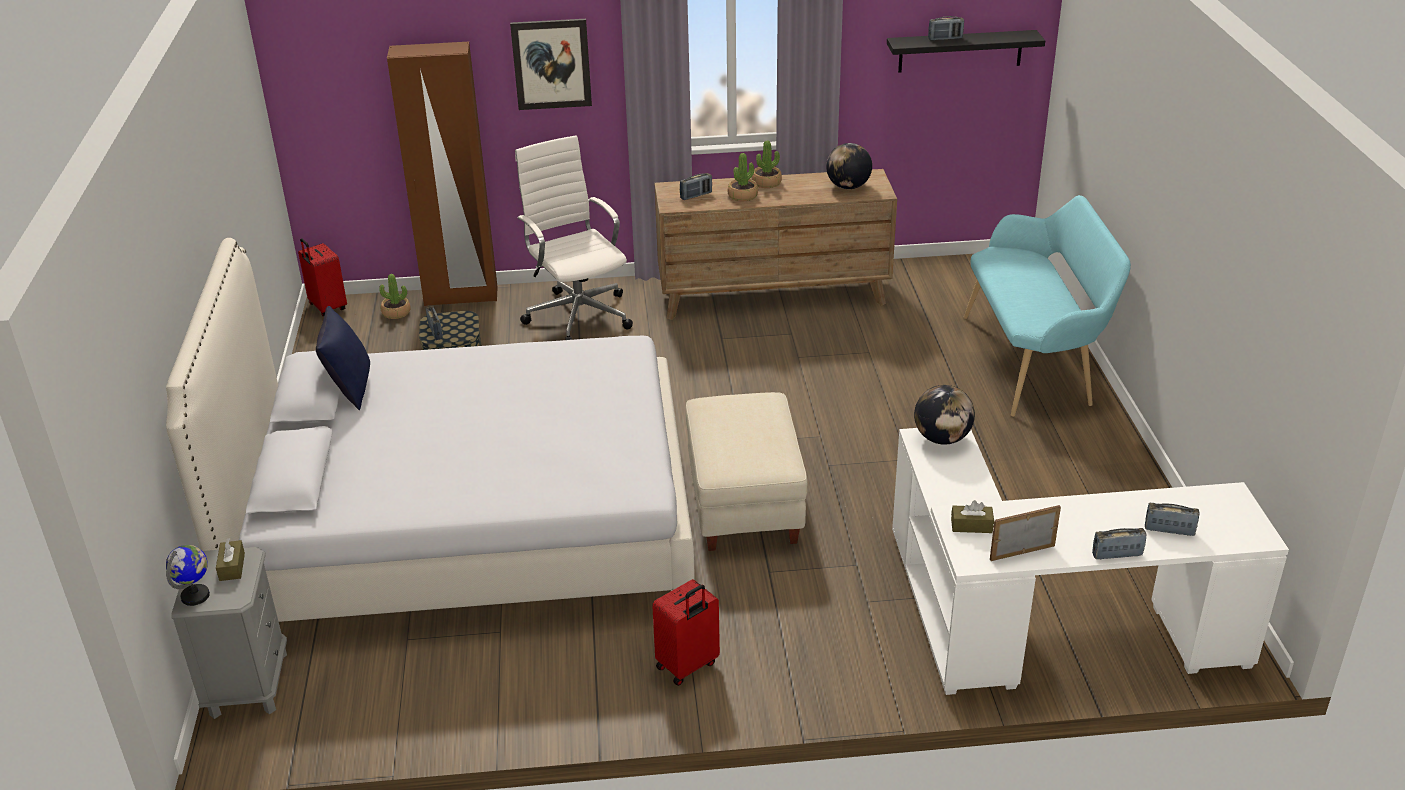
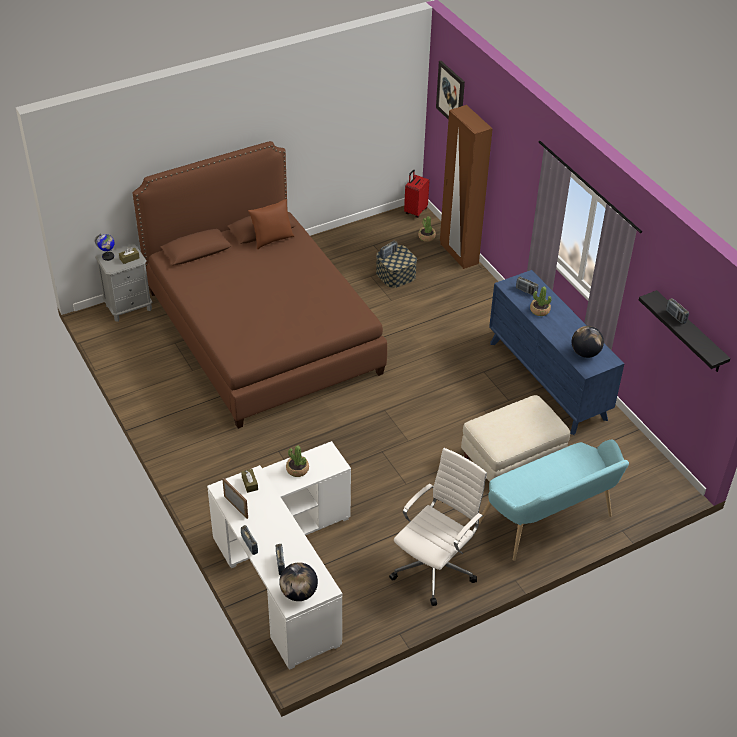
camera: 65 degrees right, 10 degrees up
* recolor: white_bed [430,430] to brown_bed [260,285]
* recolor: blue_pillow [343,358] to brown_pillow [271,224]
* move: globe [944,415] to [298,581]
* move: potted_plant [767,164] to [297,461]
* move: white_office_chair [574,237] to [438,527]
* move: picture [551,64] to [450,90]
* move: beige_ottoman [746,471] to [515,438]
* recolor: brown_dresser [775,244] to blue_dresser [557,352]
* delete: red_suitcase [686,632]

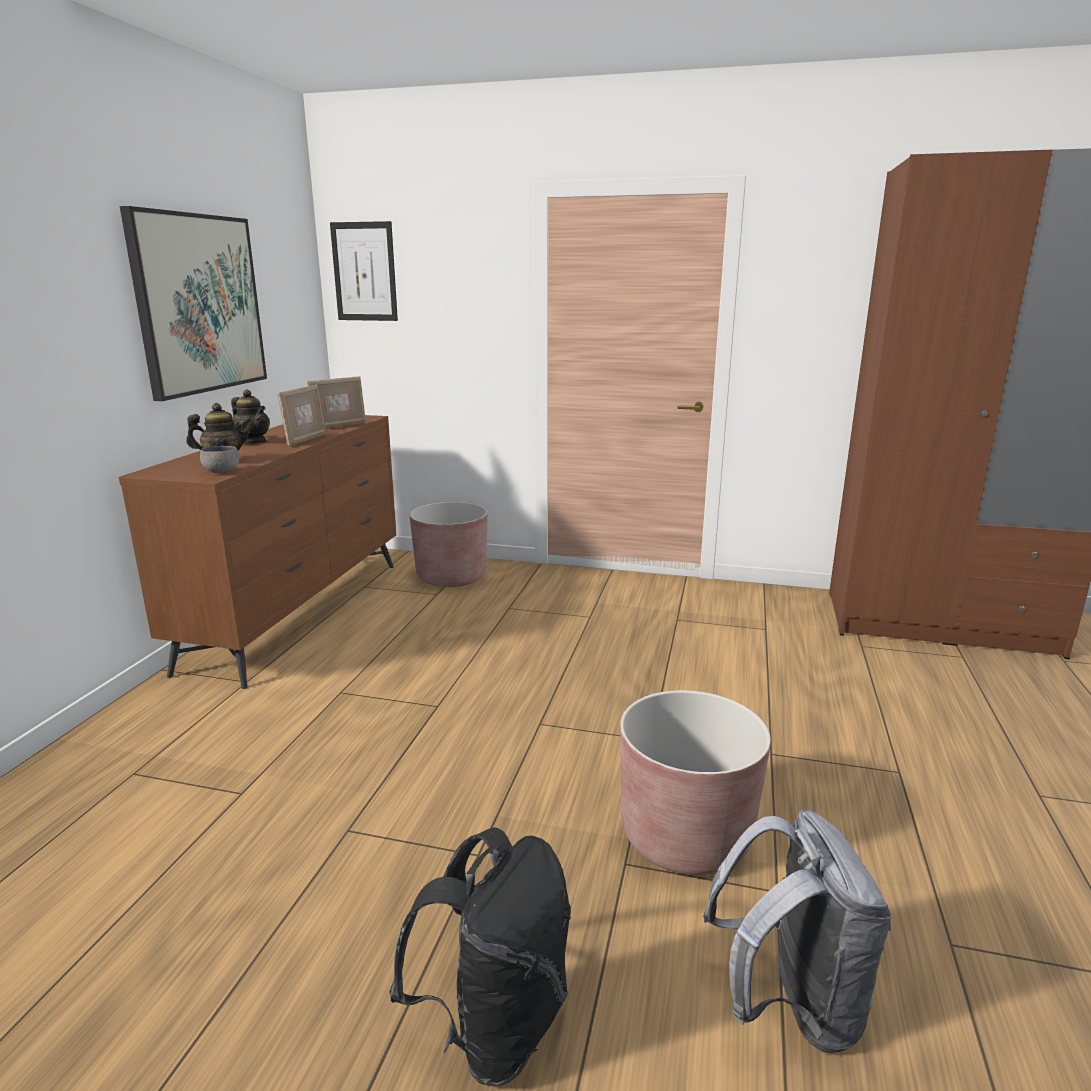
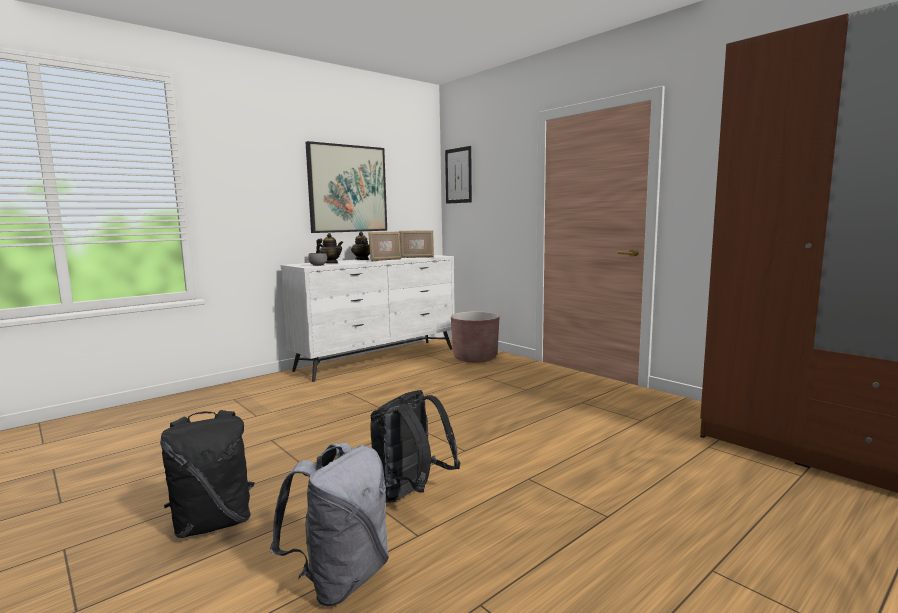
camera: 35 degrees right, 10 degrees down
* recolor: brown_dresser [257,552] to white_dresser [368,318]
* replace: brown_planter [695,782] to black_backpack [415,446]

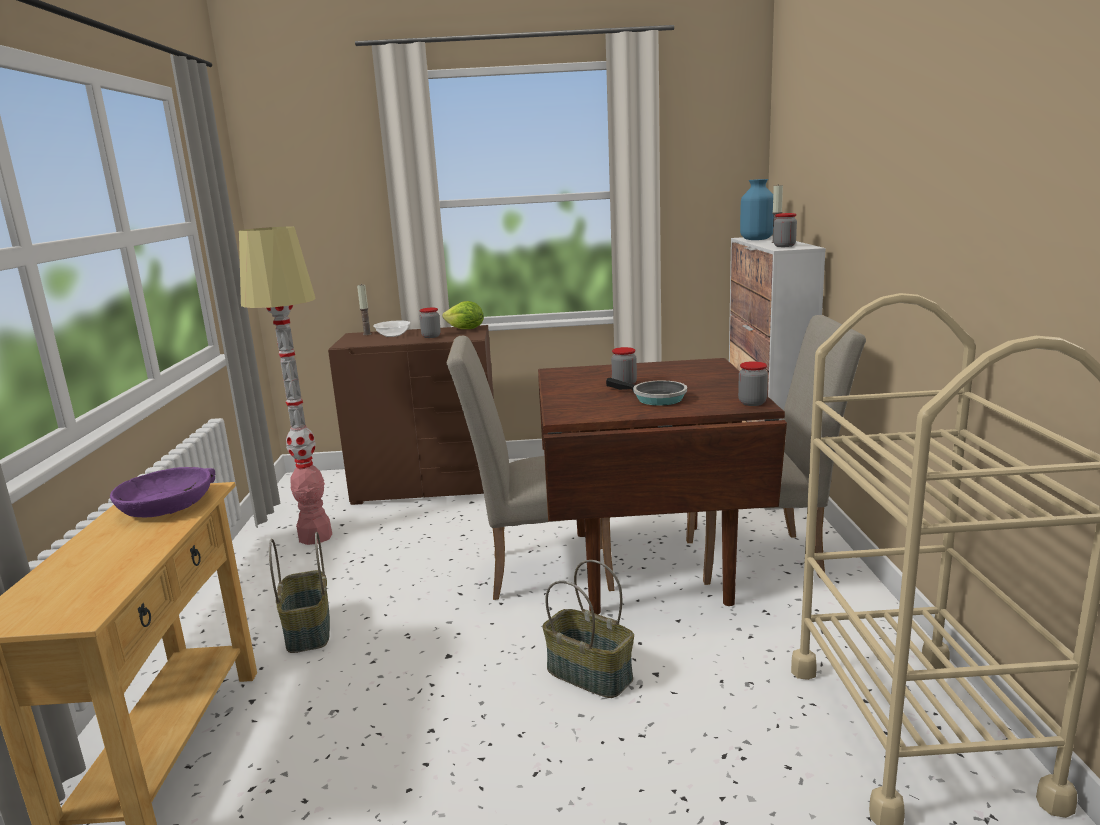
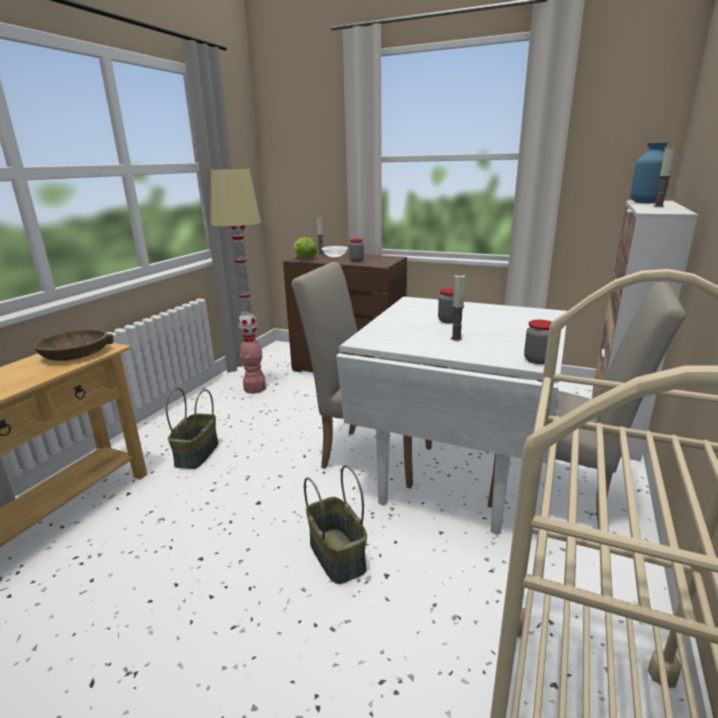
camera: 25 degrees right, 5 degrees up
* recolor: purple_bowl [162,492] to brown_bowl [73,345]
* move: lettuce [463,315] to [305,248]
* recolor: brown_dining_table [662,486] to white_dining_table [451,416]
* replace: frying_pan [646,392] to candle [458,308]
* delete: jar [785,230]

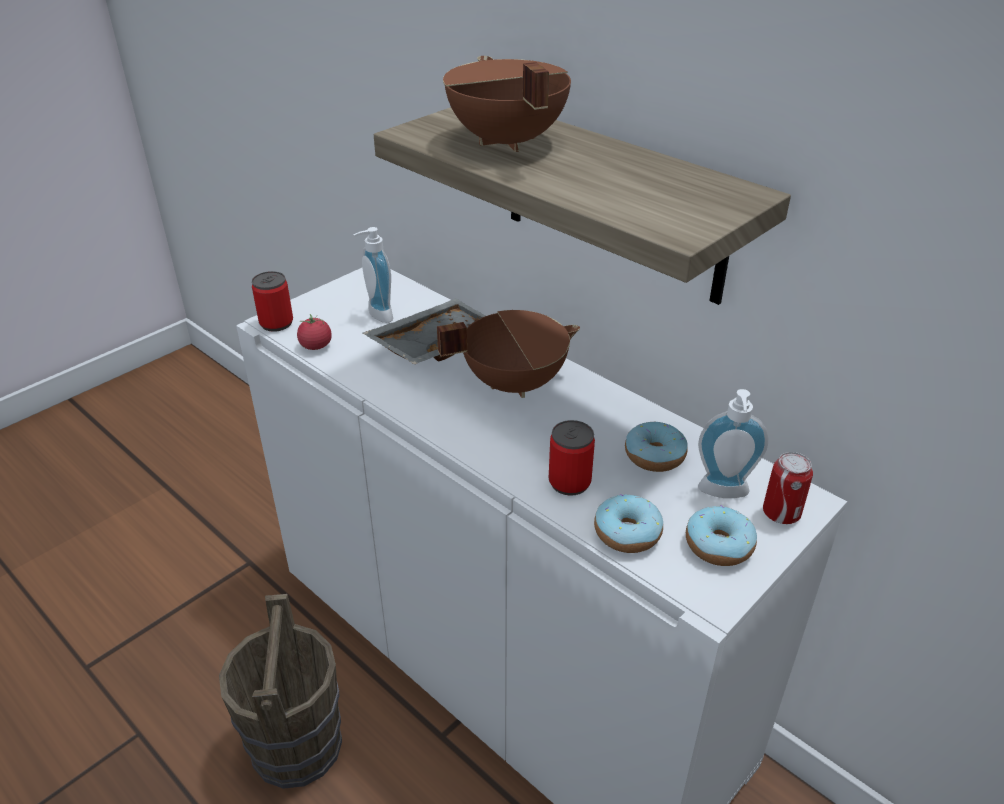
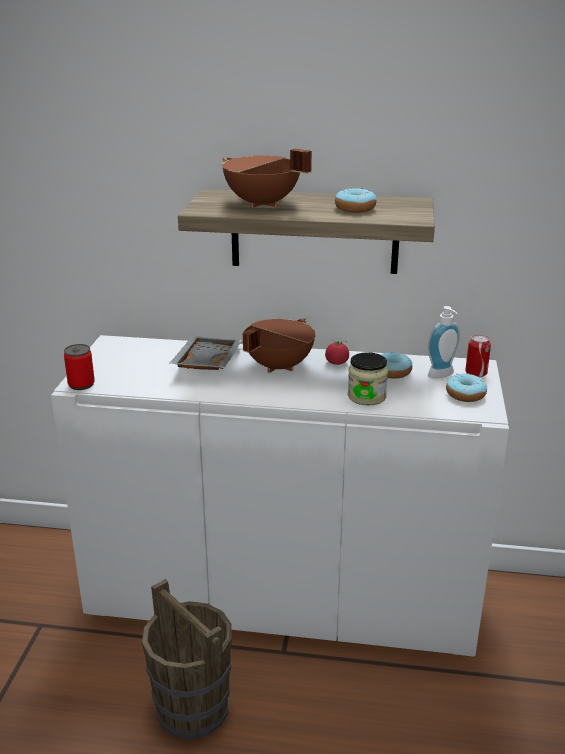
camera: 35 degrees left, 10 degrees down
* move: tomato [314,332] to [337,352]
* move: donut [628,523] to [356,200]
* replace: can [572,458] to jar [368,378]
* delete: soap_dispenser [373,275]

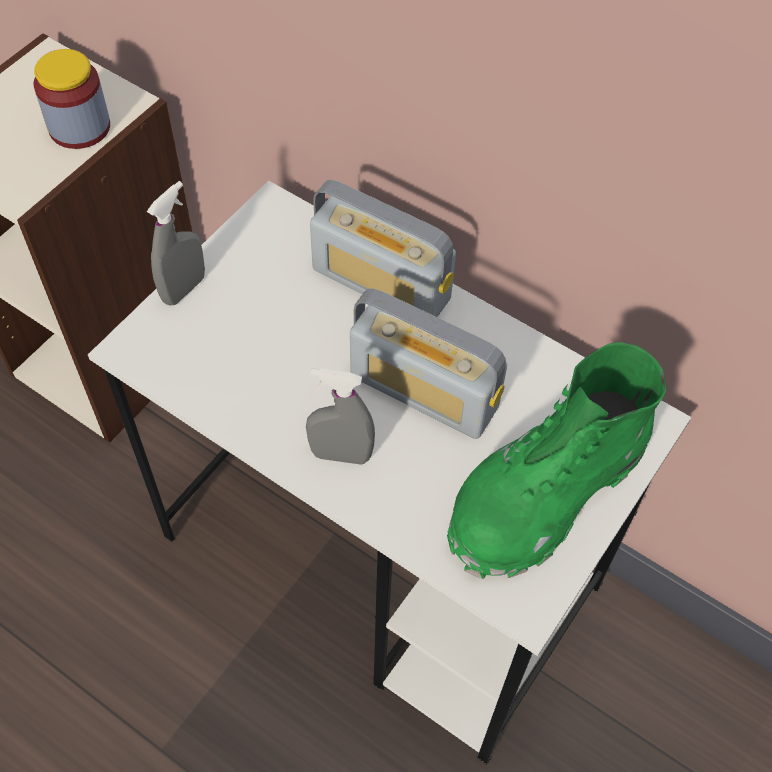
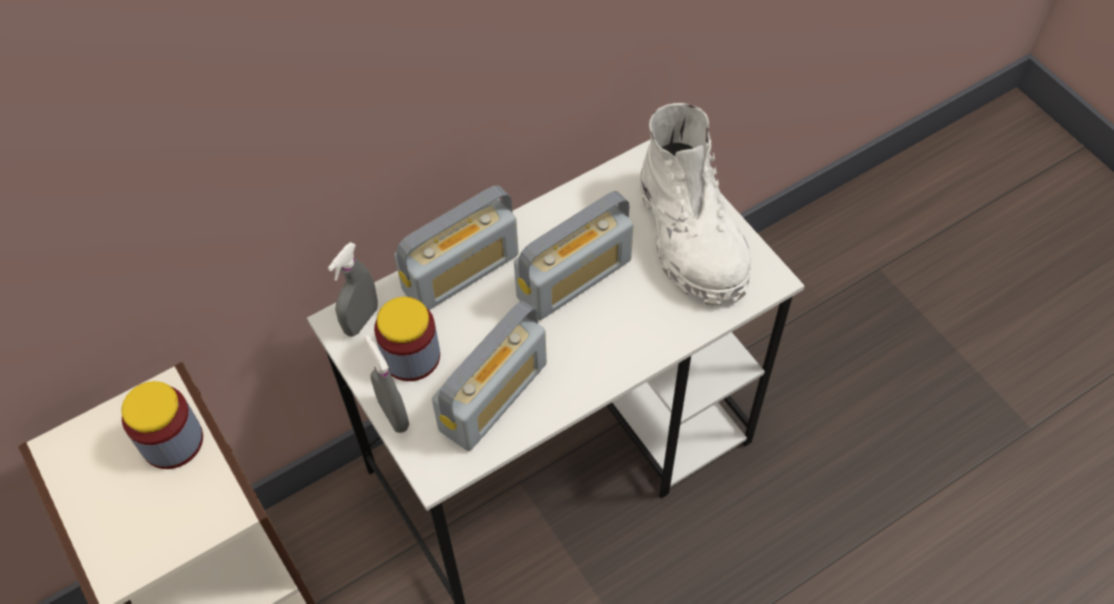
camera: 65 degrees left, 0 degrees up
* move: grey_spray_bottle [340,416] to [353,289]
* insert: jar [407,339]
* insert: radio [489,376]
* recolor: green_boot [557,461] to white_boot [695,204]

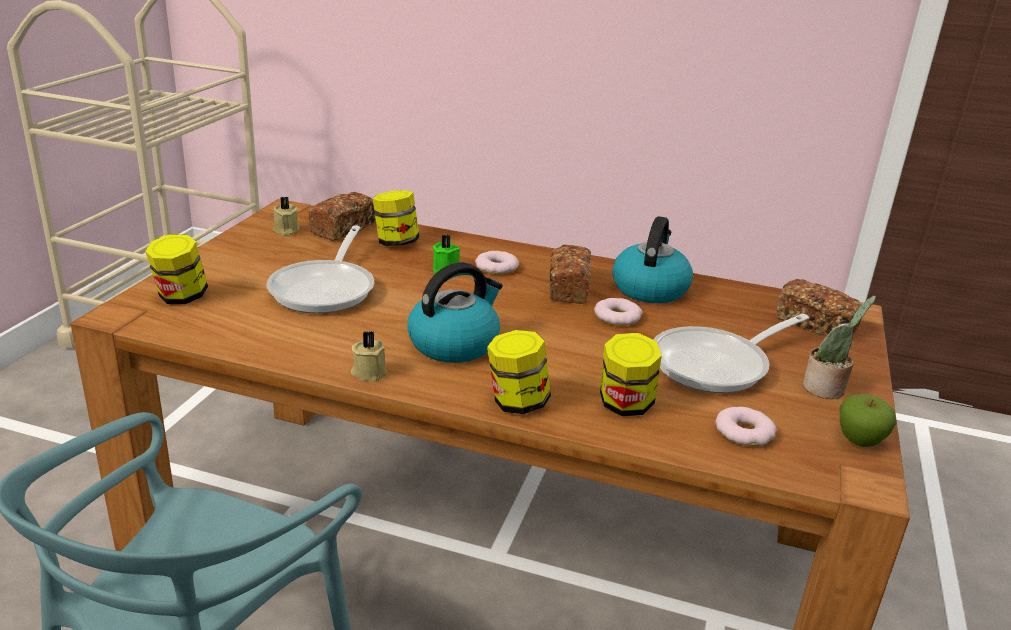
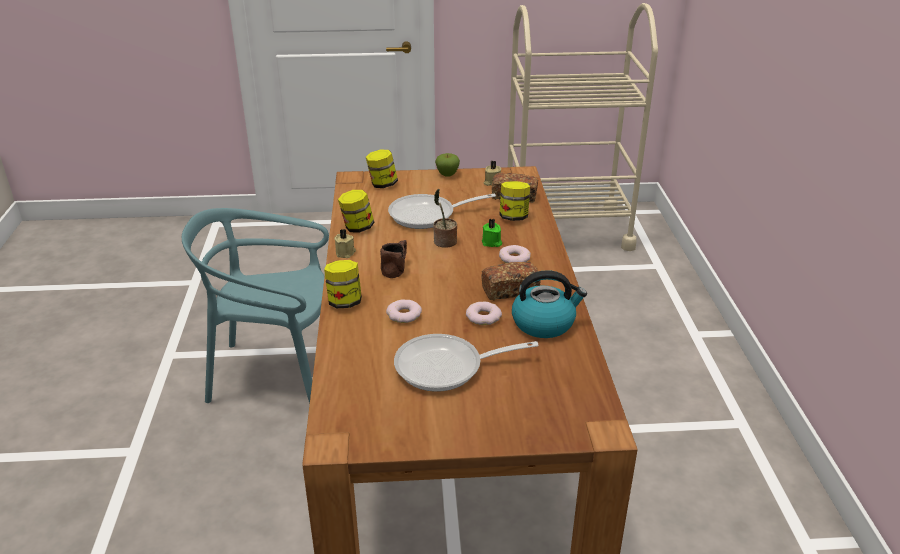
camera: 70 degrees right, 5 degrees up
* move: jar [631,374] to [356,211]
* replace: kettle [455,312] to brown_mug [393,259]
* move: donut [746,426] to [404,311]
* rotate: frying_pan [731,353] = [466,363] 45 degrees counterclockwise
* move: potted_plant [839,347] to [445,218]
* move: apple [868,420] to [447,165]
* delete: bread [819,307]

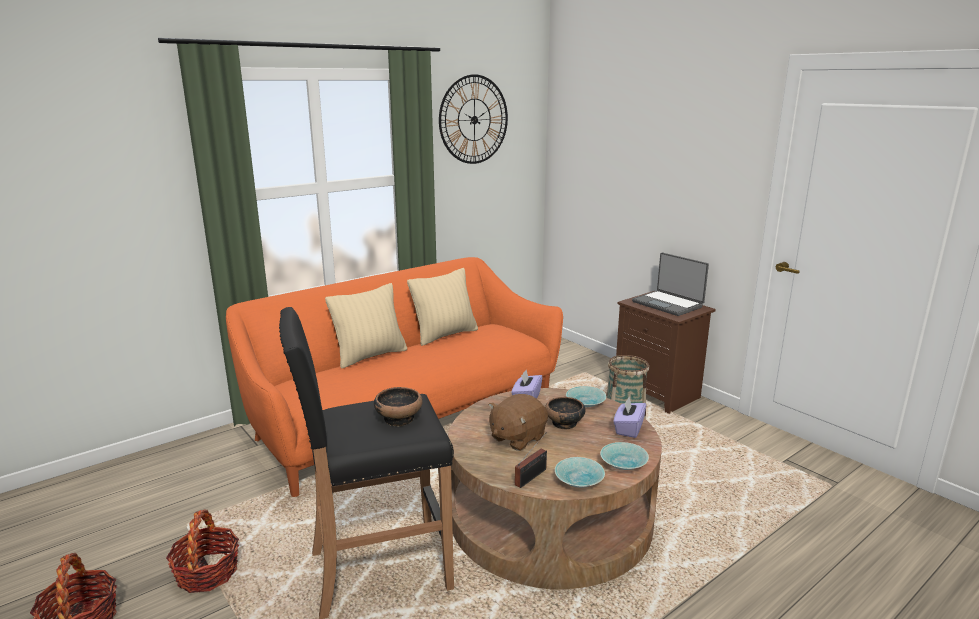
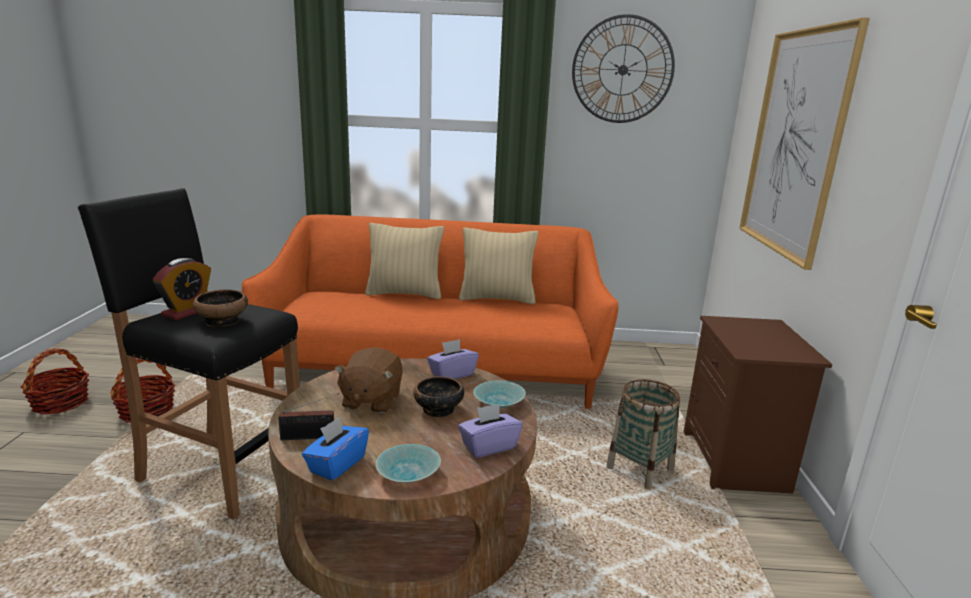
camera: 40 degrees right, 0 degrees up
* insert: alarm_clock [182,289]
* replace: turquoise_bowl [580,472] to blue_tissue_box [335,449]
* rotate: brown_plush_toy [518,422] = [368,380] 75 degrees counterclockwise
* insert: picture [804,144]
* delete: laptop [670,284]

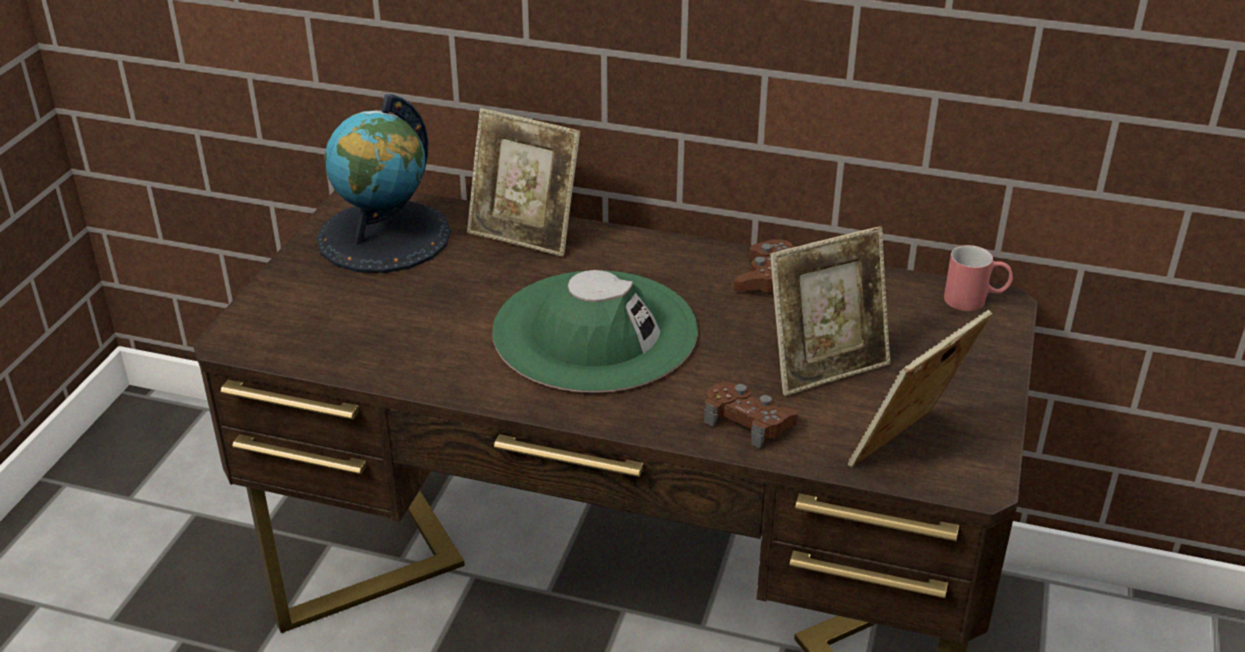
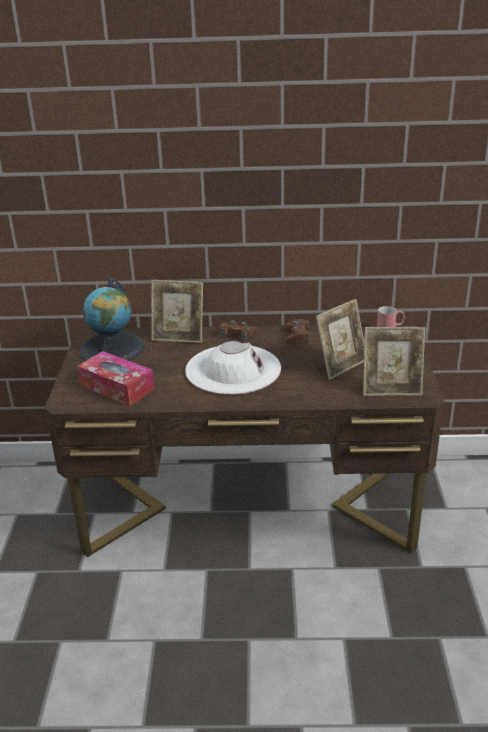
camera: 15 degrees left, 5 degrees down
* insert: tissue_box [115,378]
* recolor: green_hat [595,331] to white_hat [233,368]
* move: brown_game_controller [751,415] to [238,331]
* rotate: picture_frame [920,388] = [394,361] 120 degrees counterclockwise

